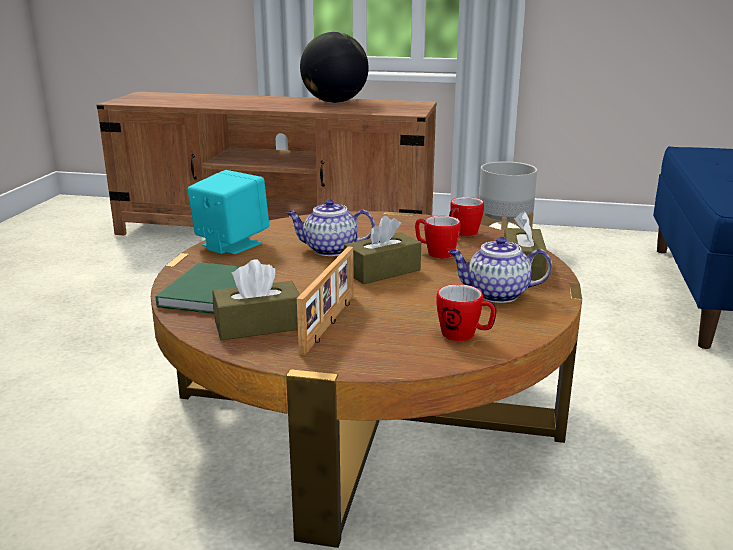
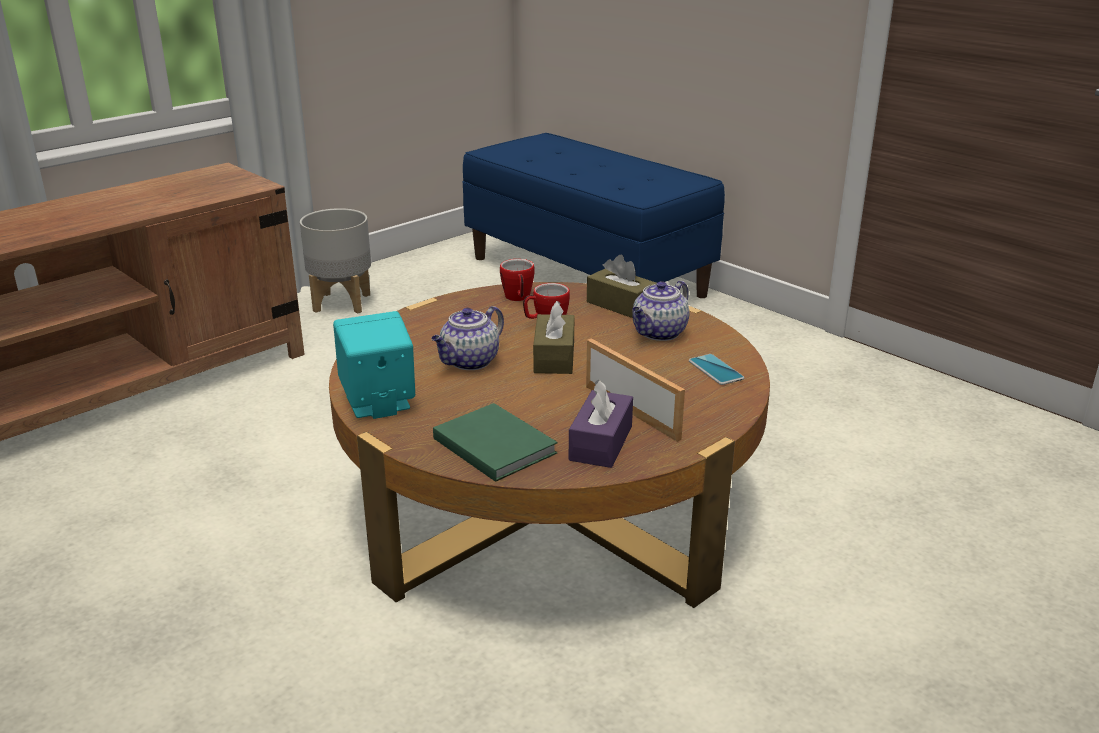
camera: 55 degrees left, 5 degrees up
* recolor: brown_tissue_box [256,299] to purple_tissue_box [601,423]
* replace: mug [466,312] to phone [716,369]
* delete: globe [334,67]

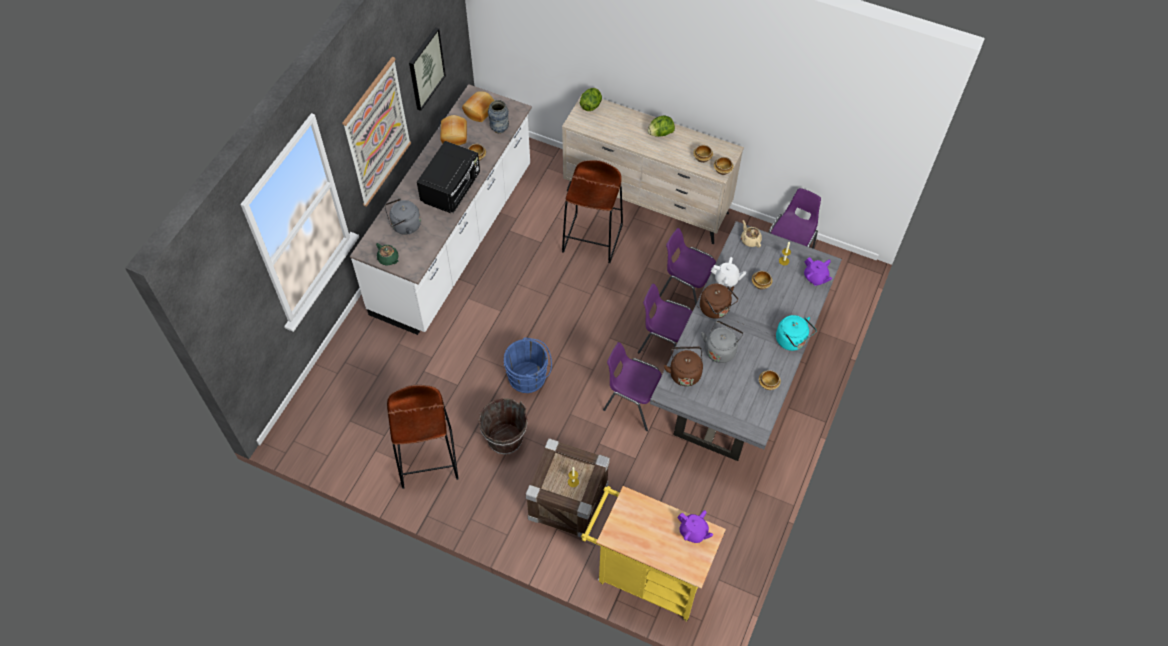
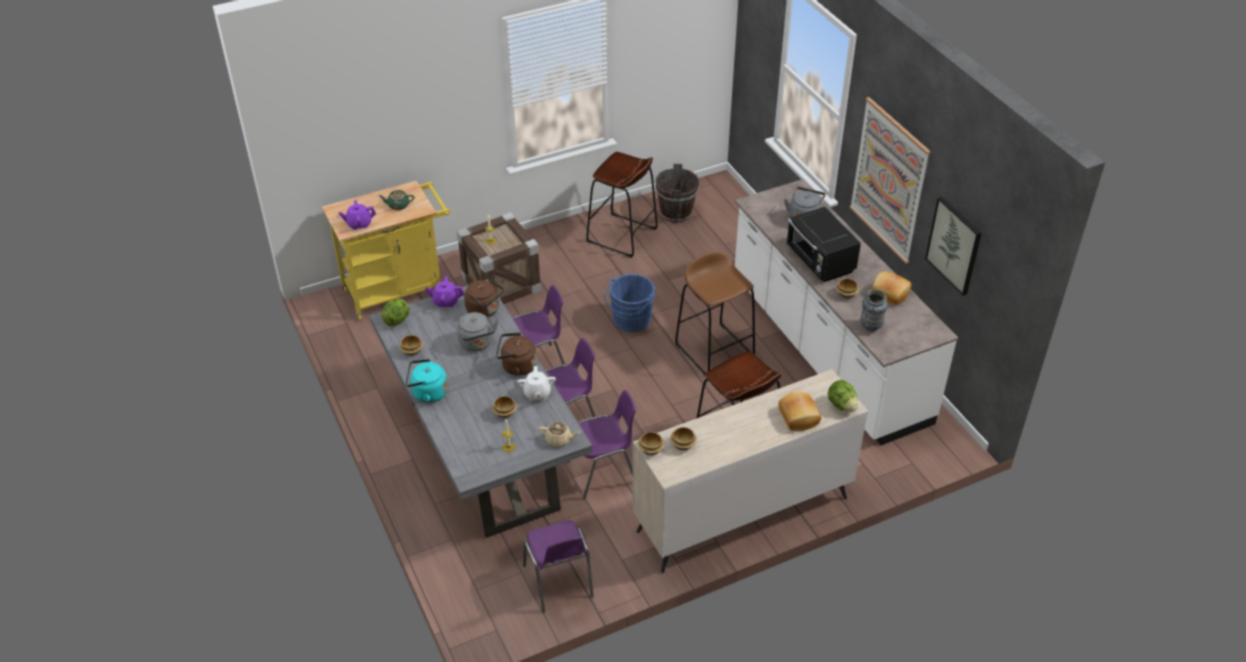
camera: 130 degrees right, 15 degrees down
* move: green_teapot [387,254] to [396,200]
* move: lettuce [661,126] to [395,312]
* move: purple_teapot [818,271] to [444,291]
* rotate: white_teapot [728,272] = [536,383] 60 degrees counterclockwise
* move: brown_bucket [503,426] to [677,193]
* insert: brown_stool [715,314]
* move: bread [478,106] to [799,411]

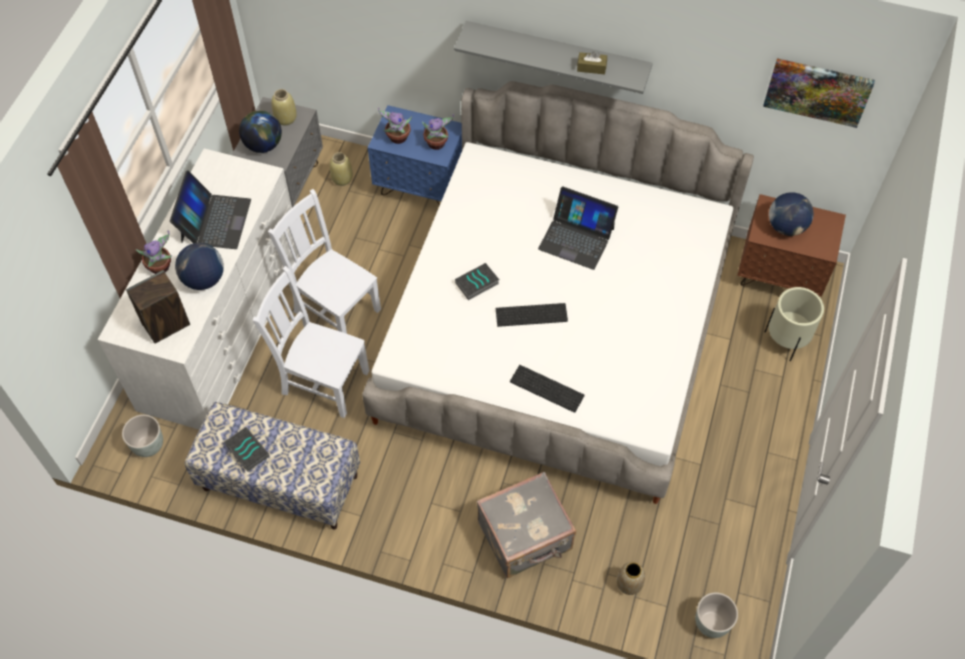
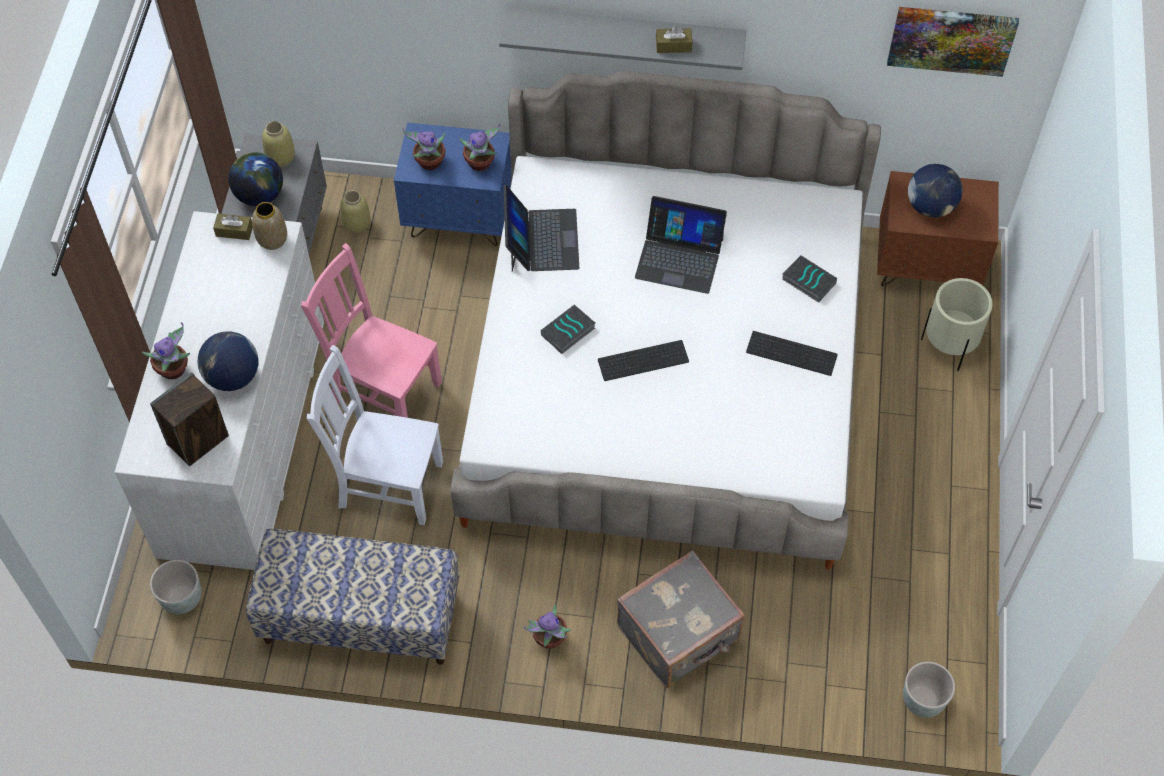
camera: 10 degrees left, 0 degrees up
* insert: brown_tissue_box [233,227]
* move: vase [631,578] to [269,226]
* recolor: white_chair [324,261] to pink_chair [371,330]
* move: laptop [210,210] to [541,228]
* insert: potted_plant [548,626]
* move: keyboard [547,389] to [792,353]
* move: book [246,449] to [809,279]

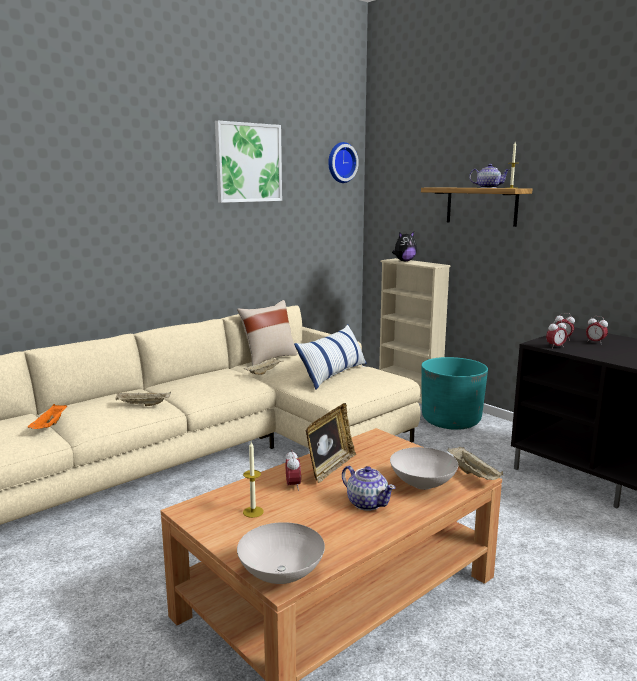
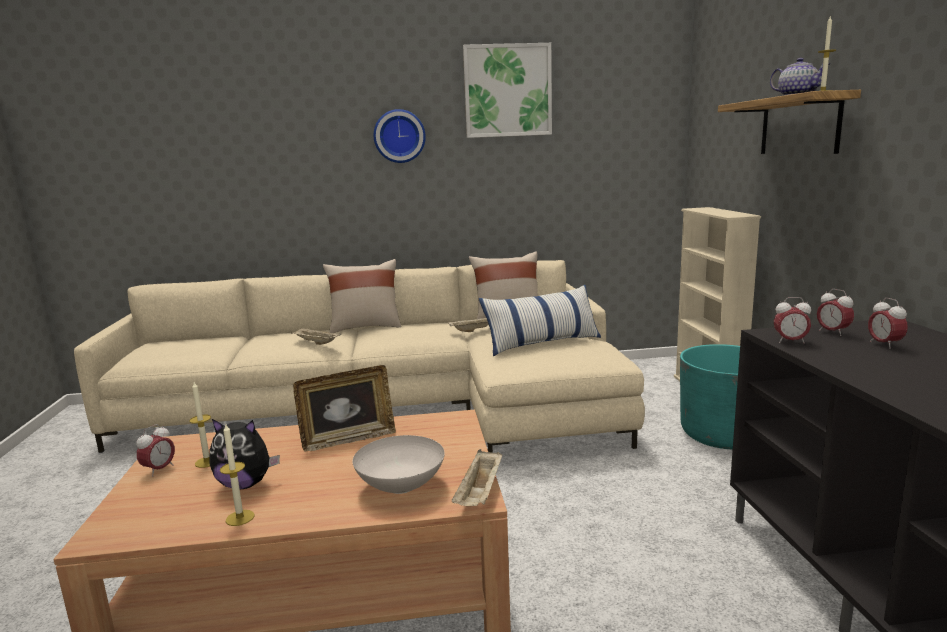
camera: 35 degrees right, 0 degrees up
* move: alarm_clock [293,470] to [155,450]
* move: plush_toy [404,247] to [244,454]
* insert: candle [237,474]
* insert: beige_pillow [362,296]
* move: wall_clock [343,162] to [400,136]
* delete: orange_tray [47,416]
* delete: white_bowl [281,553]
* delete: teapot [369,488]

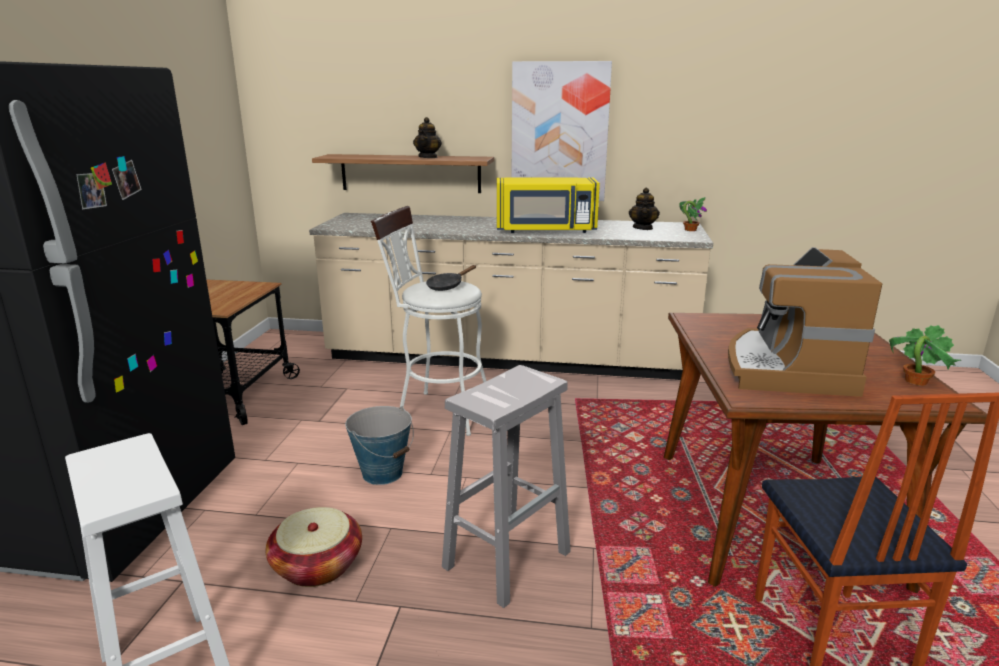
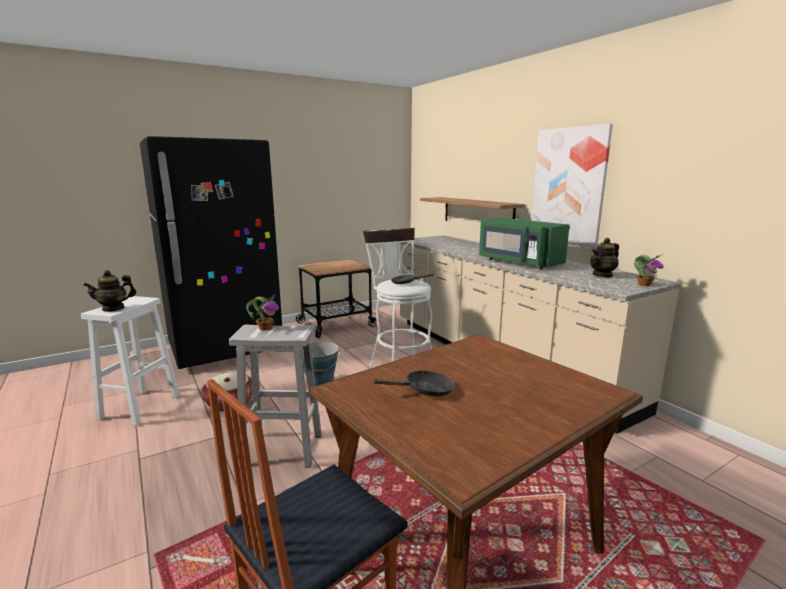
camera: 50 degrees right, 5 degrees down
* move: teapot [427,137] to [110,291]
* move: potted_plant [925,355] to [262,312]
* replace: coffee_machine [805,322] to black_frying_pan [413,383]
* recolor: yellow_microwave [548,205] to green_microwave [524,243]

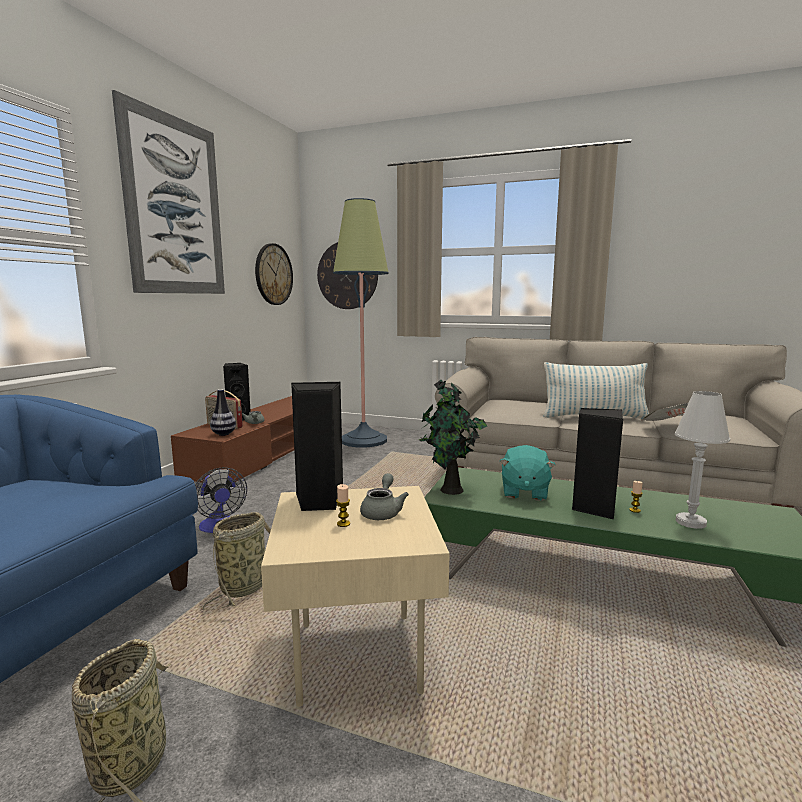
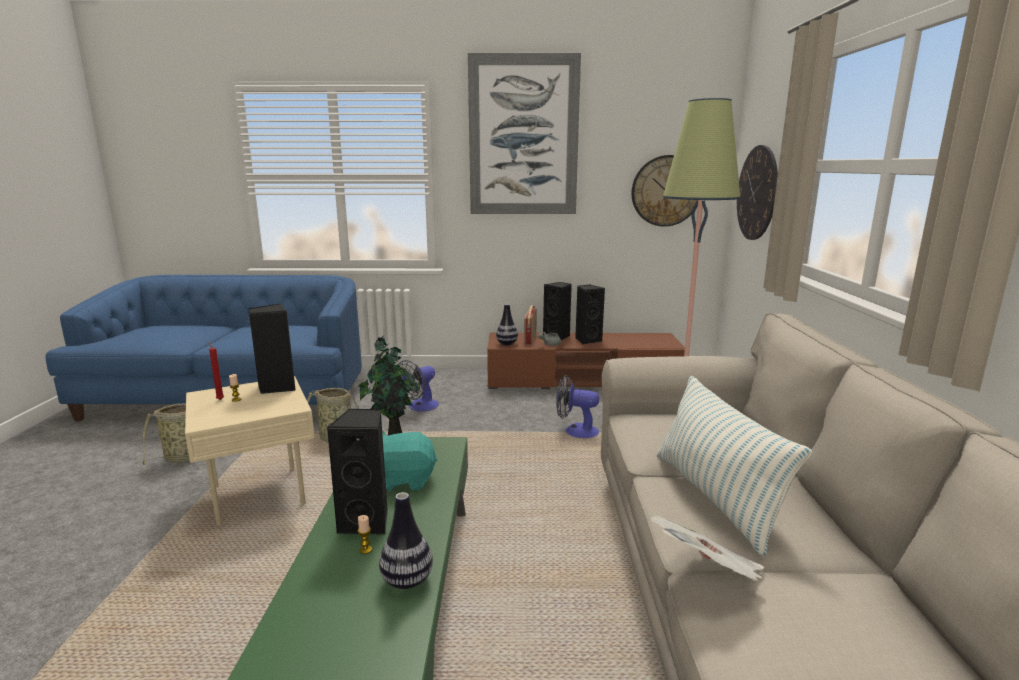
camera: 70 degrees right, 5 degrees up
* insert: red_candle [216,371]
* insert: vase [406,540]
* insert: fan [577,406]
* insert: black_speaker [590,314]
* delete: grey_teapot [384,496]
* delete: white_table_lamp [702,460]

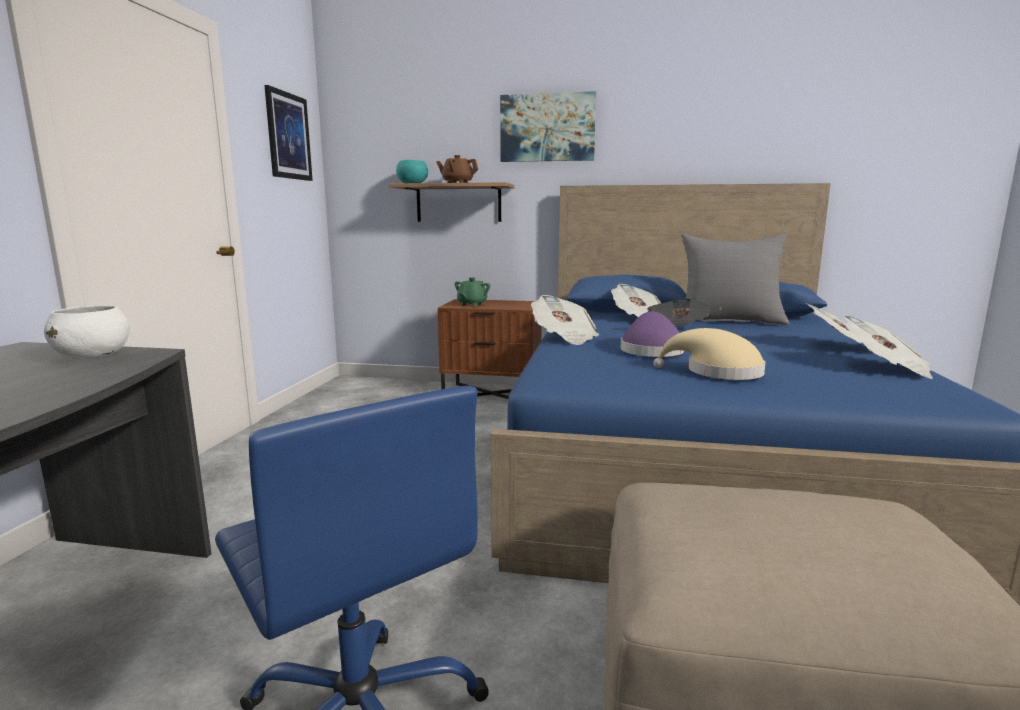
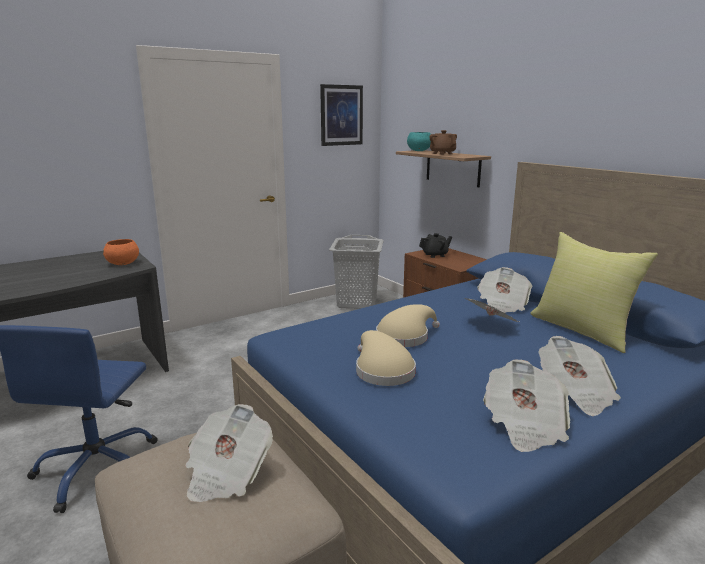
camera: 45 degrees right, 5 degrees up
* recolor: white_bowl [87,332] to orange_bowl [121,252]
* move: newspaper [565,320] to [229,453]
* insert: grey_laundry_basket [356,272]
* recolor: purple_hat [652,334] to beige_hat [408,325]
* recolor: green_teapot [472,292] to black_teapot [435,245]
* recolor: grey_pillow [735,279] to yellow_pillow [594,292]
* delete: picture [548,126]

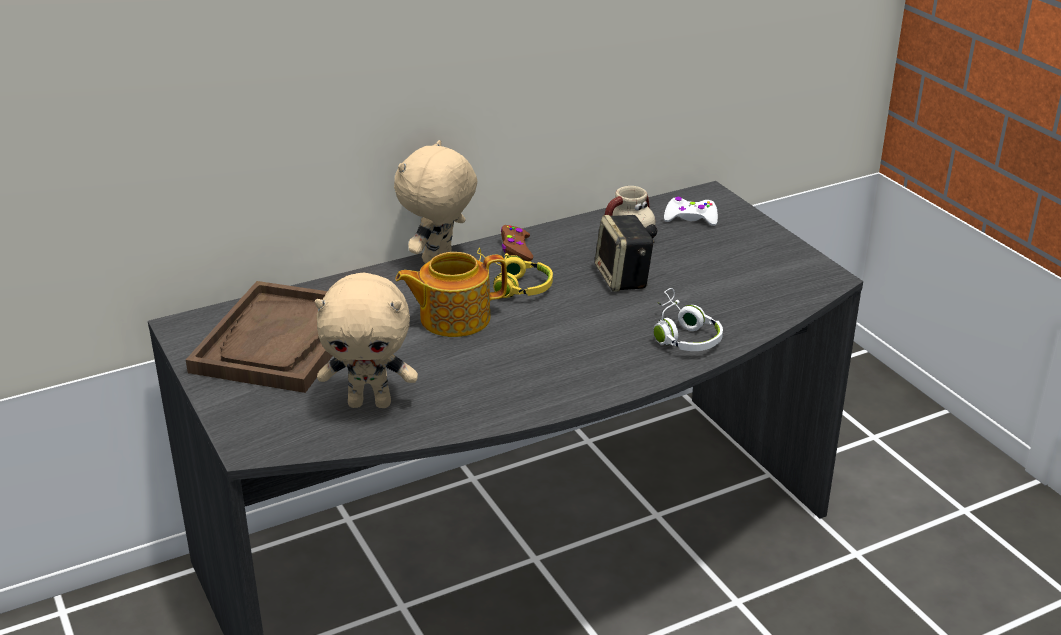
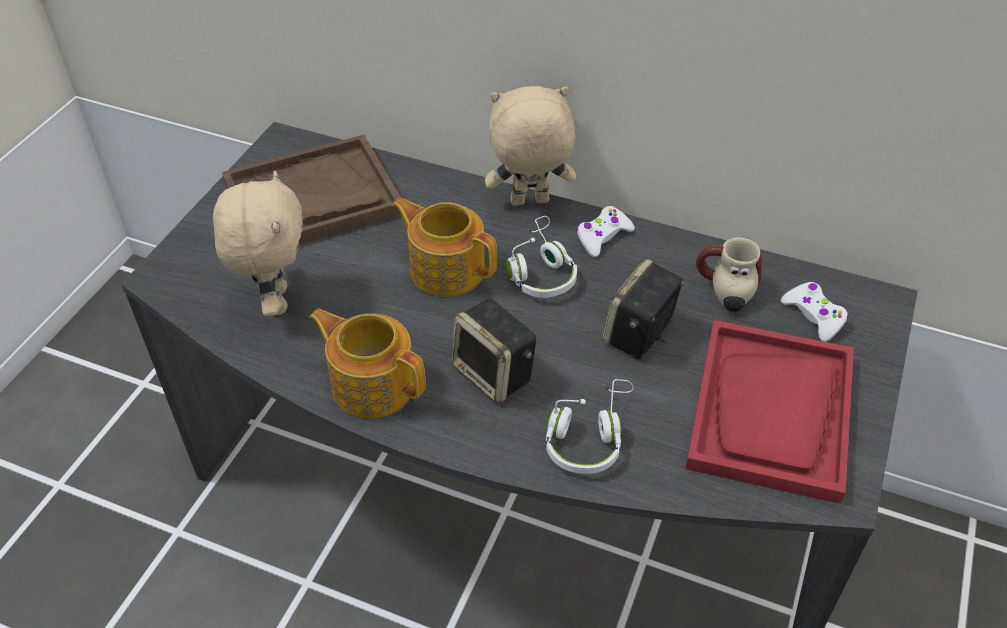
camera: 50 degrees right, 15 degrees up
* rotate: beige_plush_toy [366,340] = [258,243] 150 degrees counterclockwise
* insert: teapot [367,363]
* insert: speaker [494,351]
* recolor: yellow_headphones [515,273] to white_headphones [541,257]
* recolor: brown_game_controller [517,243] to white_game_controller [605,231]
* insert: red_tray [769,412]

